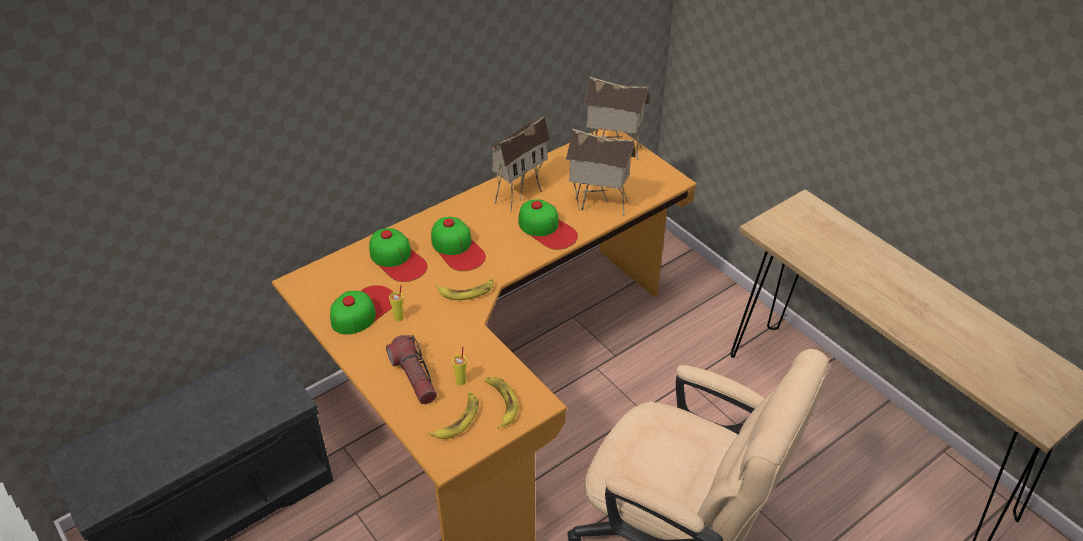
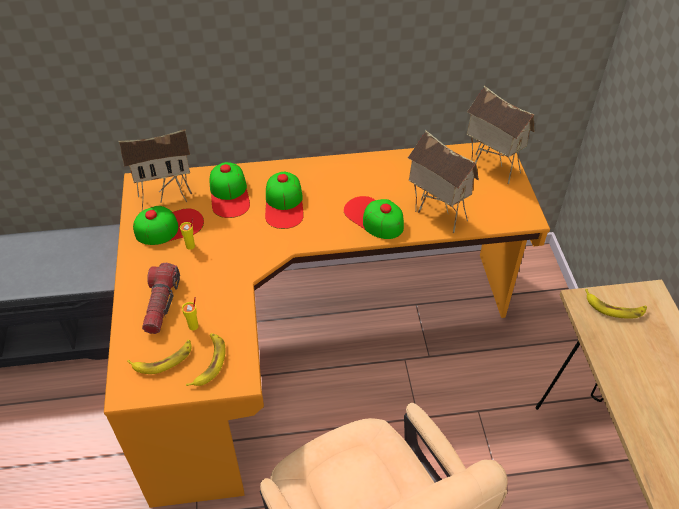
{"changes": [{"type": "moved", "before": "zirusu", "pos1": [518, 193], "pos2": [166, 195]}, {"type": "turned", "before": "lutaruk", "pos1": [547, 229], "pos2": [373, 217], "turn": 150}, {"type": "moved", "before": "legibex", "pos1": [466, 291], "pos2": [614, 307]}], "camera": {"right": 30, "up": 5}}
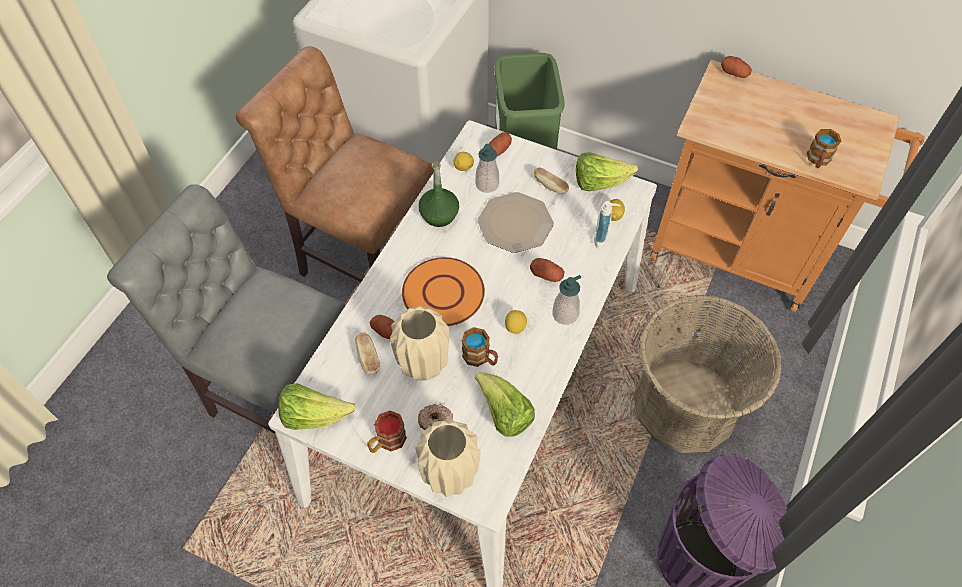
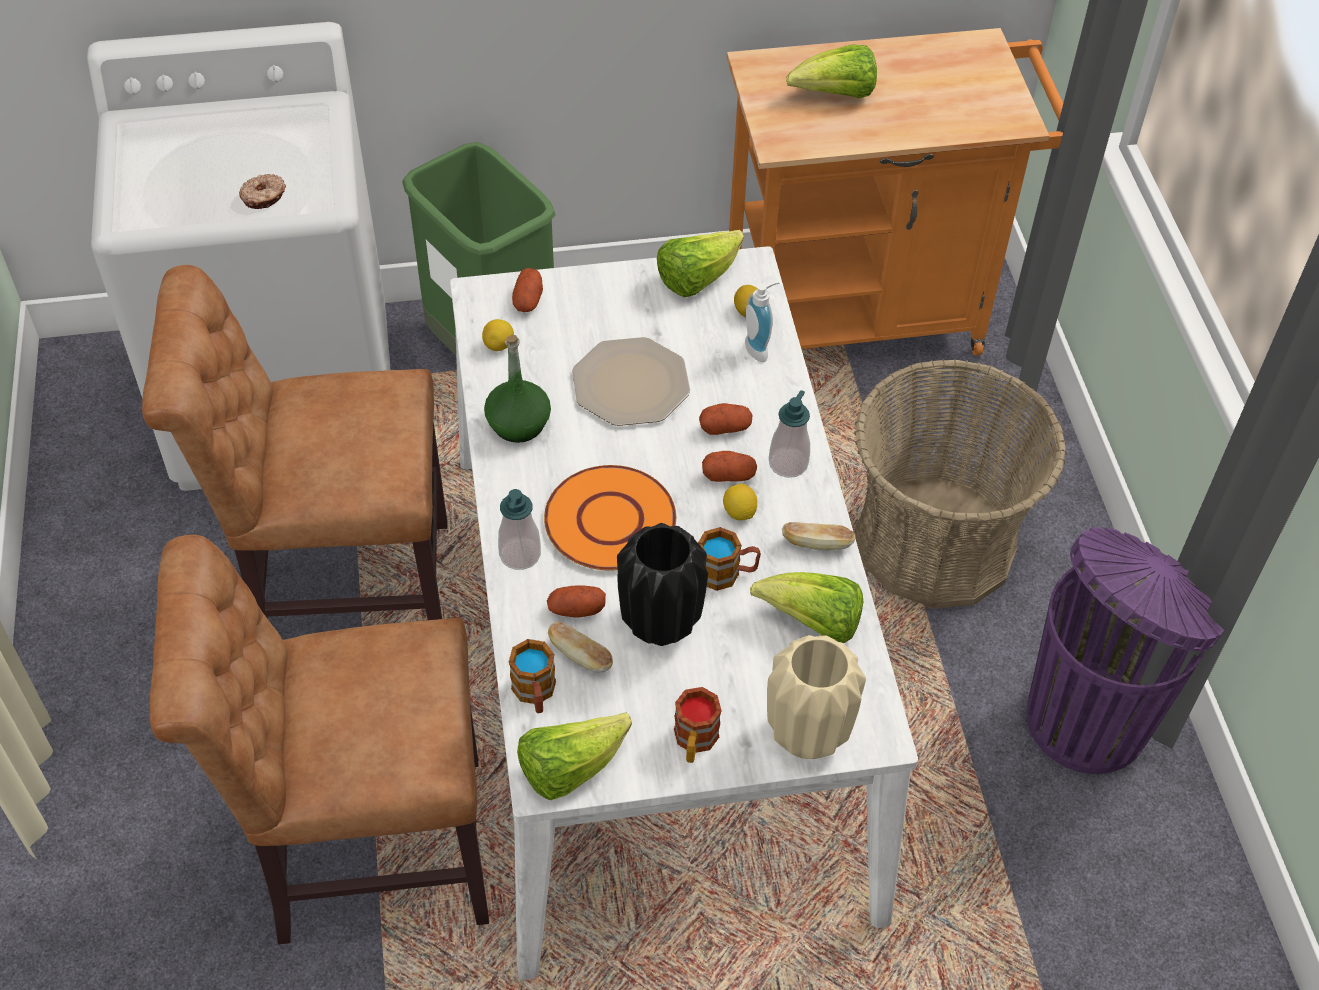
{"changes": [{"type": "moved", "before": "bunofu", "pos1": [734, 73], "pos2": [728, 475]}, {"type": "moved", "before": "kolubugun", "pos1": [817, 160], "pos2": [535, 693]}, {"type": "moved", "before": "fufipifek", "pos1": [487, 184], "pos2": [520, 554]}, {"type": "moved", "before": "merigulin", "pos1": [550, 186], "pos2": [816, 544]}, {"type": "recoloured", "before": "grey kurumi", "after": "brown kurumi", "pos1": [279, 394], "pos2": [366, 850]}, {"type": "recoloured", "before": "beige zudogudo", "after": "black zudogudo", "pos1": [424, 364], "pos2": [661, 622]}, {"type": "moved", "before": "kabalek", "pos1": [435, 421], "pos2": [264, 197]}, {"type": "added", "after": "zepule", "pos2": [835, 95]}], "camera": {"right": -35, "up": -5}}
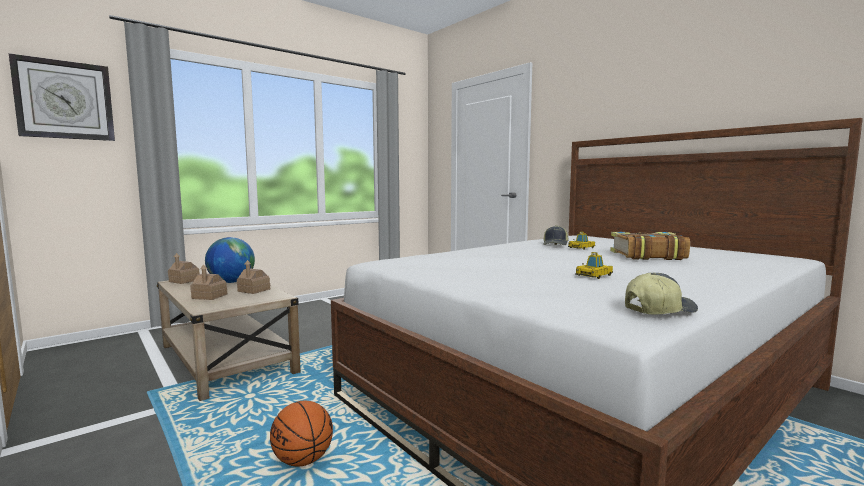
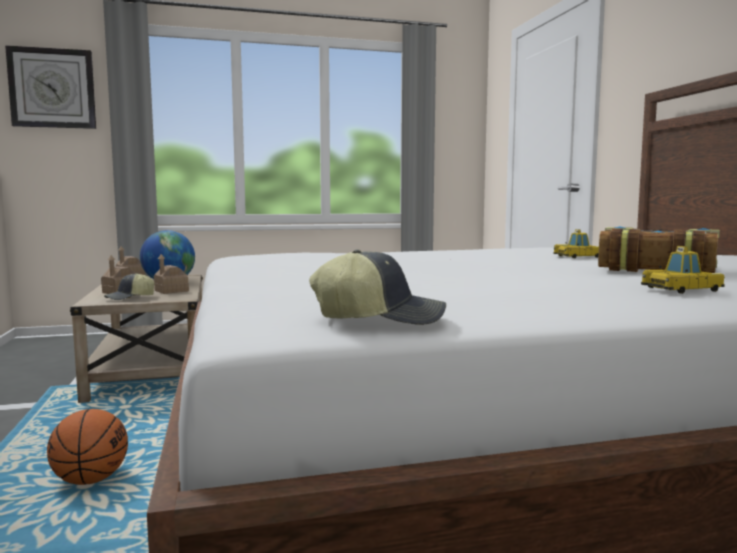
{"changes": [{"type": "moved", "before": "lutaruk", "pos1": [556, 244], "pos2": [130, 298]}, {"type": "moved", "before": "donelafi", "pos1": [594, 275], "pos2": [682, 289]}], "camera": {"right": 25, "up": 0}}
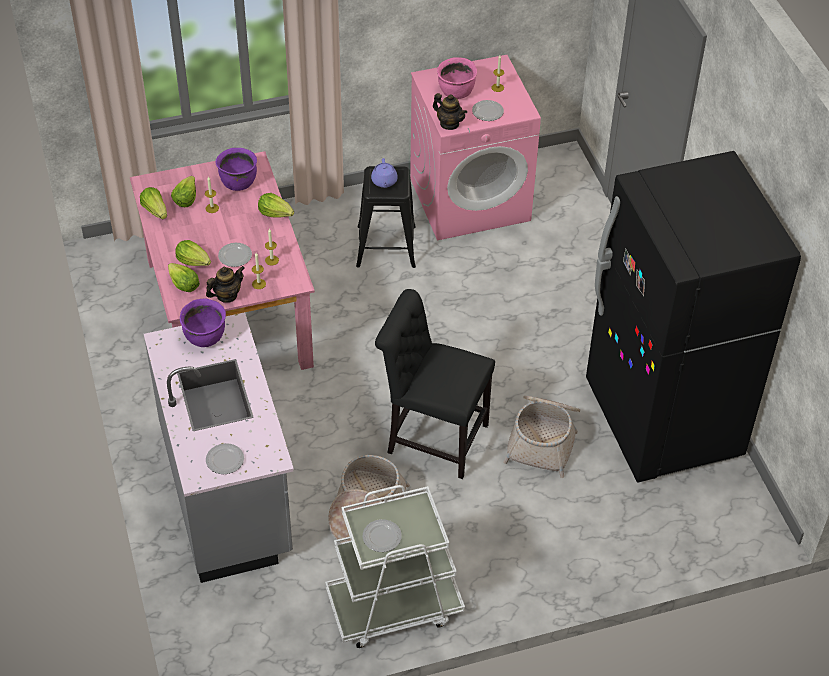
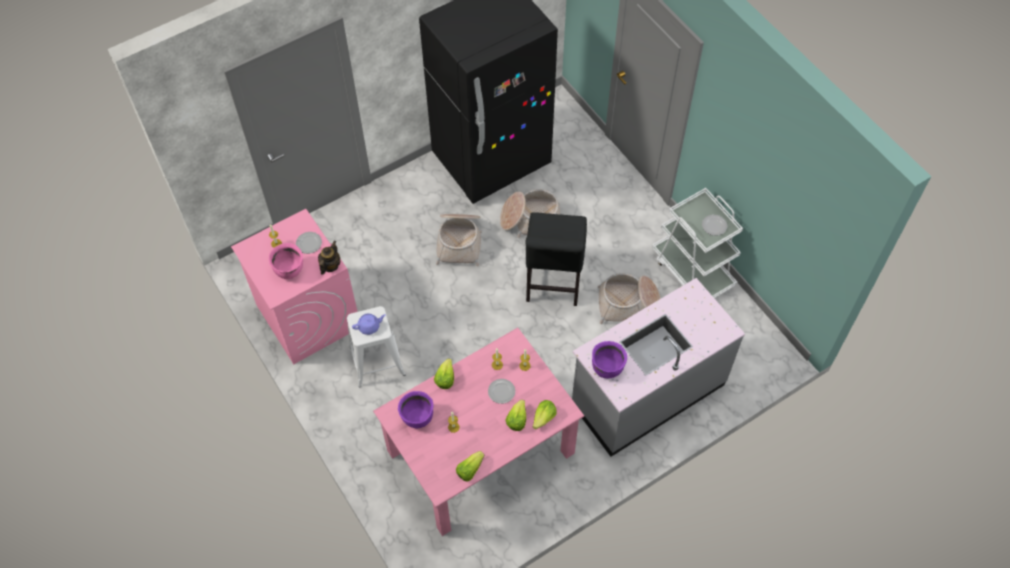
{"changes": [{"type": "recoloured", "before": "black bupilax", "after": "white bupilax", "pos1": [386, 246], "pos2": [376, 360]}, {"type": "removed", "before": "zepule", "pos1": [185, 198]}, {"type": "removed", "before": "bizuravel", "pos1": [227, 295]}, {"type": "removed", "before": "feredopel", "pos1": [224, 460]}, {"type": "added", "after": "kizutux", "pos2": [459, 241]}], "camera": {"right": -105, "up": 10}}
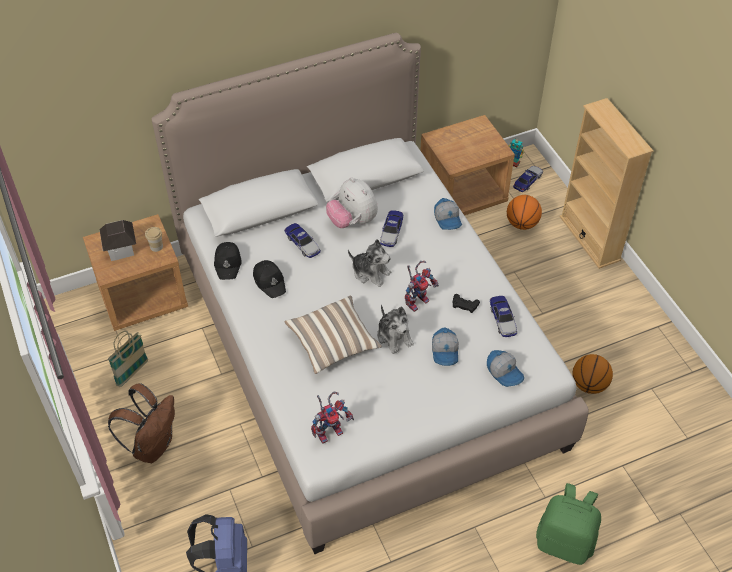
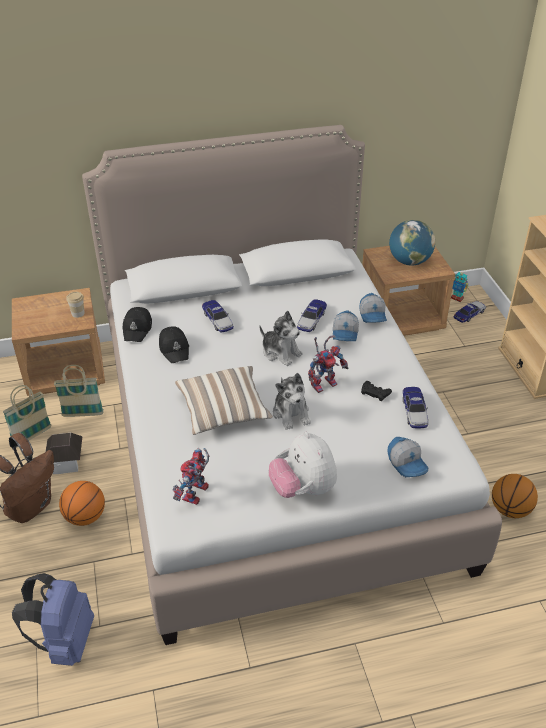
{"changes": [{"type": "moved", "before": "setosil", "pos1": [352, 221], "pos2": [303, 489]}, {"type": "moved", "before": "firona", "pos1": [522, 224], "pos2": [85, 517]}, {"type": "moved", "before": "zirusu", "pos1": [121, 249], "pos2": [66, 462]}, {"type": "moved", "before": "lutaruk", "pos1": [445, 351], "pos2": [345, 333]}, {"type": "turned", "before": "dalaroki", "pos1": [330, 430], "pos2": [196, 496], "turn": 135}, {"type": "removed", "before": "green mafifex", "pos1": [565, 542]}, {"type": "added", "after": "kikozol", "pos2": [409, 261]}, {"type": "added", "after": "kizutux", "pos2": [83, 414]}], "camera": {"right": 10, "up": -10}}
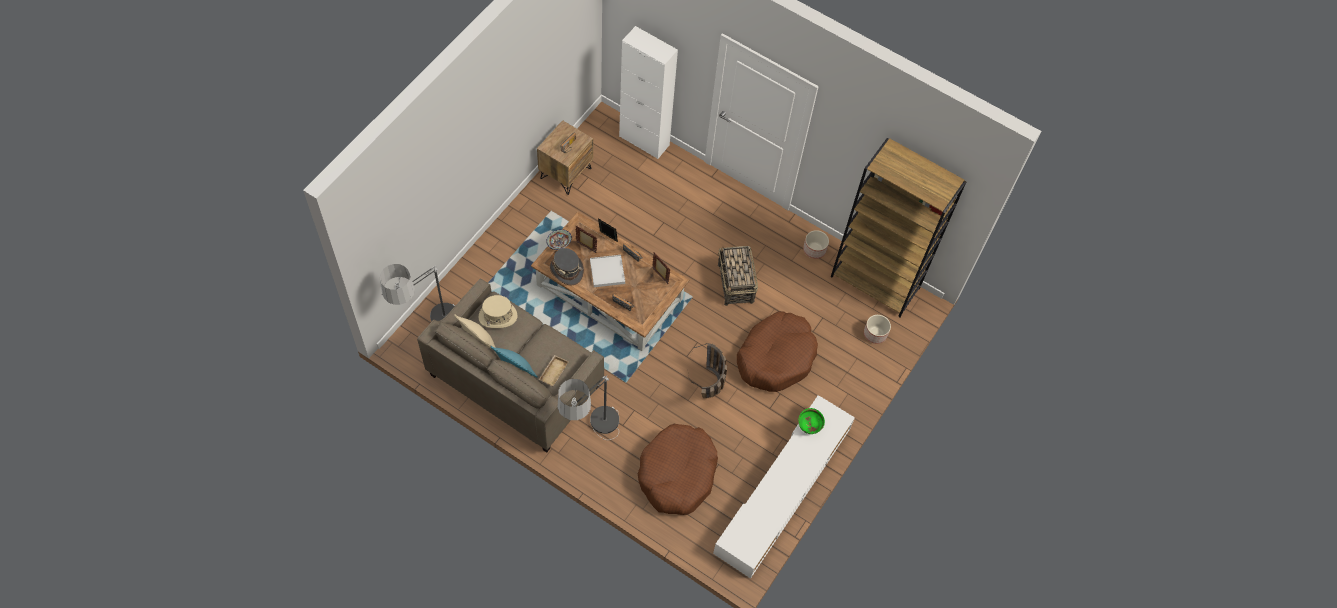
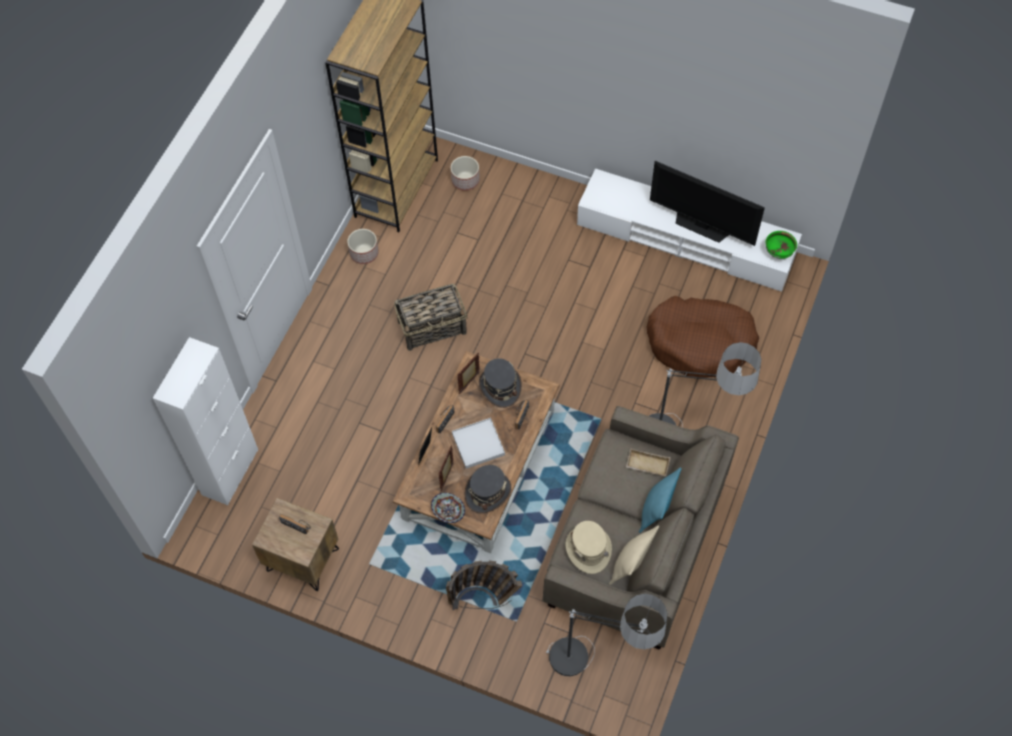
{"changes": [{"type": "removed", "before": "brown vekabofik", "pos1": [775, 357]}, {"type": "moved", "before": "kizutux", "pos1": [709, 389], "pos2": [485, 600]}, {"type": "moved", "before": "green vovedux", "pos1": [809, 426], "pos2": [778, 252]}, {"type": "added", "after": "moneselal", "pos2": [701, 225]}, {"type": "added", "after": "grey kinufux", "pos2": [500, 387]}], "camera": {"right": -95, "up": 0}}
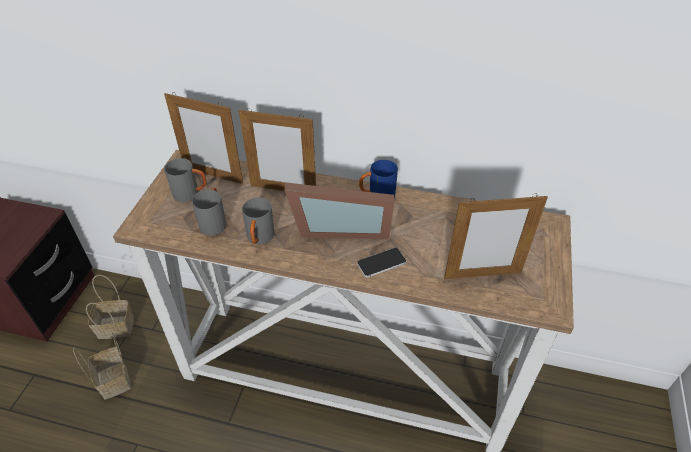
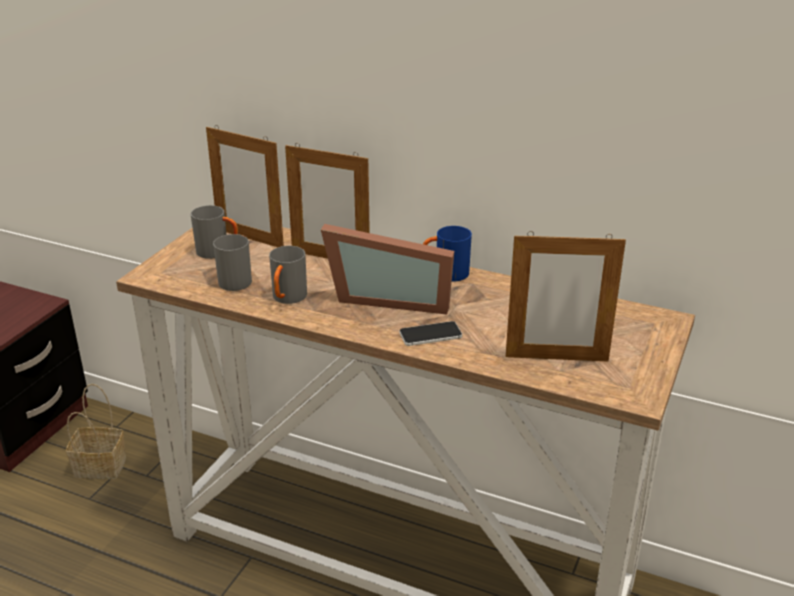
{"changes": [{"type": "removed", "before": "kizutux", "pos1": [115, 381]}], "camera": {"right": 10, "up": -15}}
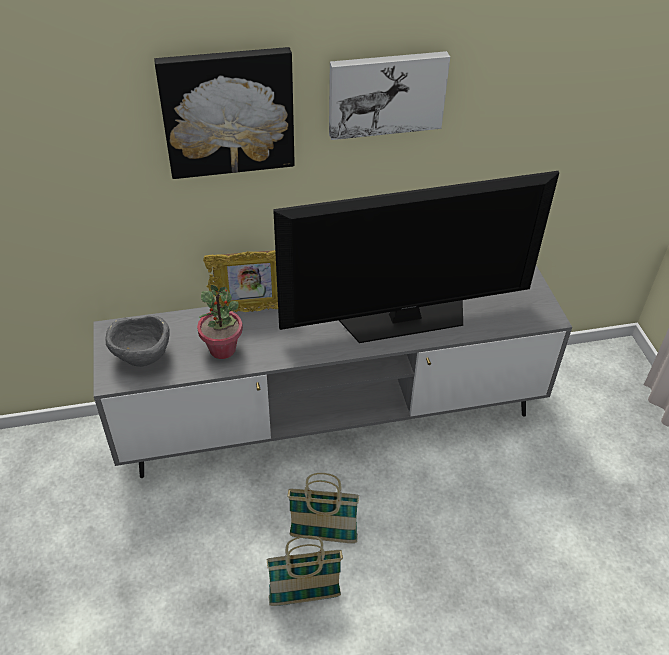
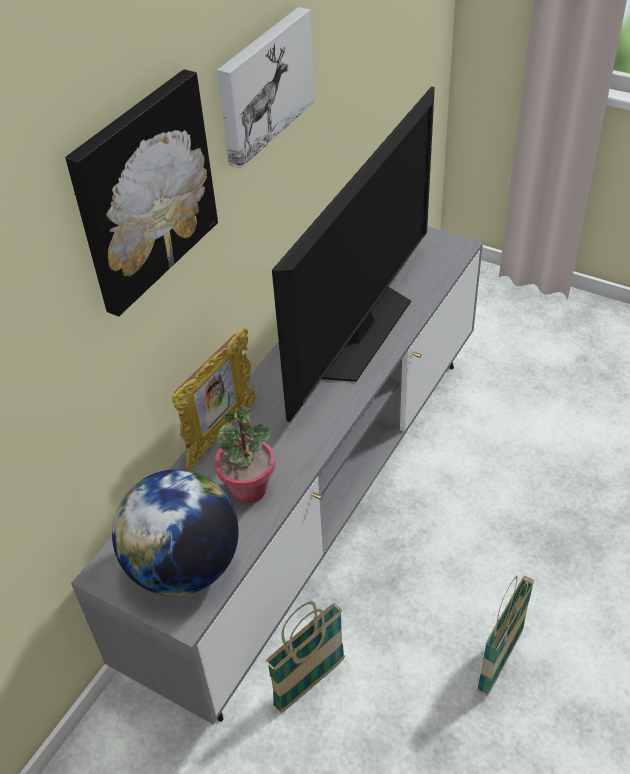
{"changes": [{"type": "replaced", "before": "grey vovedux", "after": "kikozol", "pos1": [143, 358], "pos2": [184, 567]}, {"type": "moved", "before": "kizutux", "pos1": [323, 536], "pos2": [309, 683]}], "camera": {"right": -45, "up": 0}}
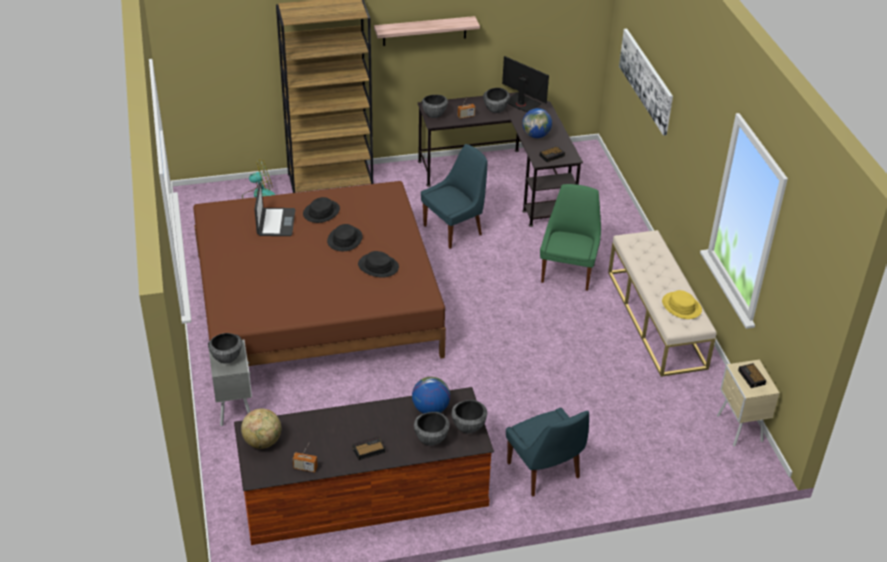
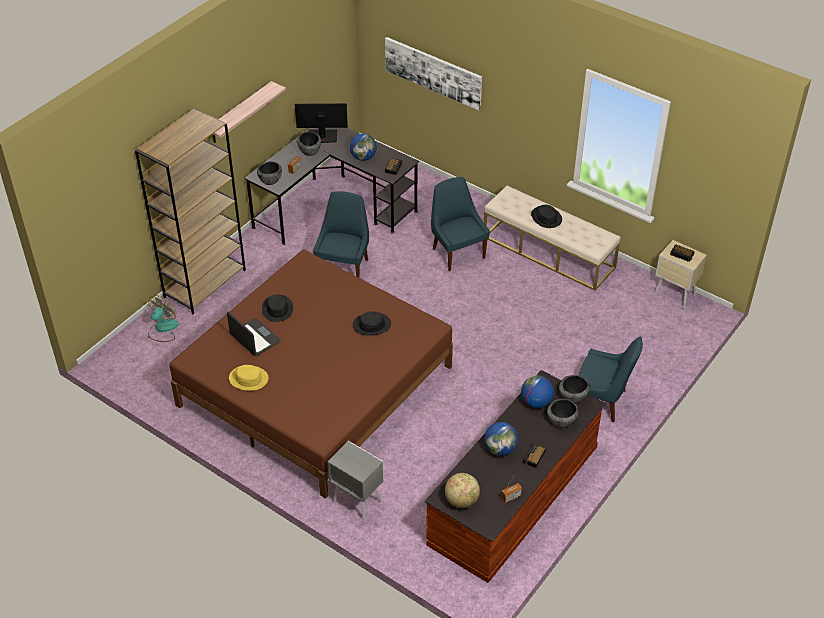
{"changes": [{"type": "recoloured", "before": "green kurumi", "after": "blue kurumi", "pos1": [568, 272], "pos2": [457, 252]}, {"type": "moved", "before": "black kinufux", "pos1": [344, 239], "pos2": [546, 217]}, {"type": "moved", "before": "yellow kinufux", "pos1": [681, 306], "pos2": [248, 379]}, {"type": "removed", "before": "vovedux", "pos1": [226, 358]}, {"type": "added", "after": "kikozol", "pos2": [500, 449]}], "camera": {"right": -40, "up": 5}}
